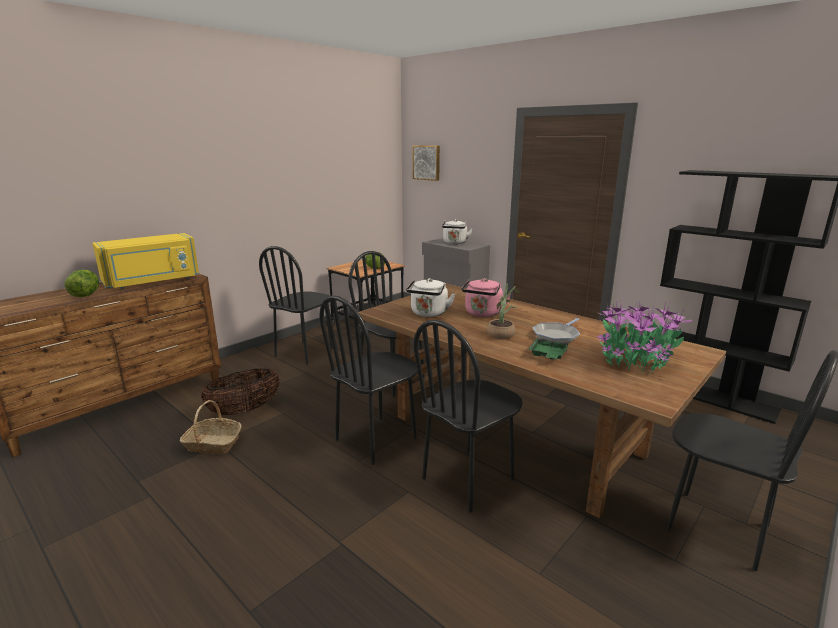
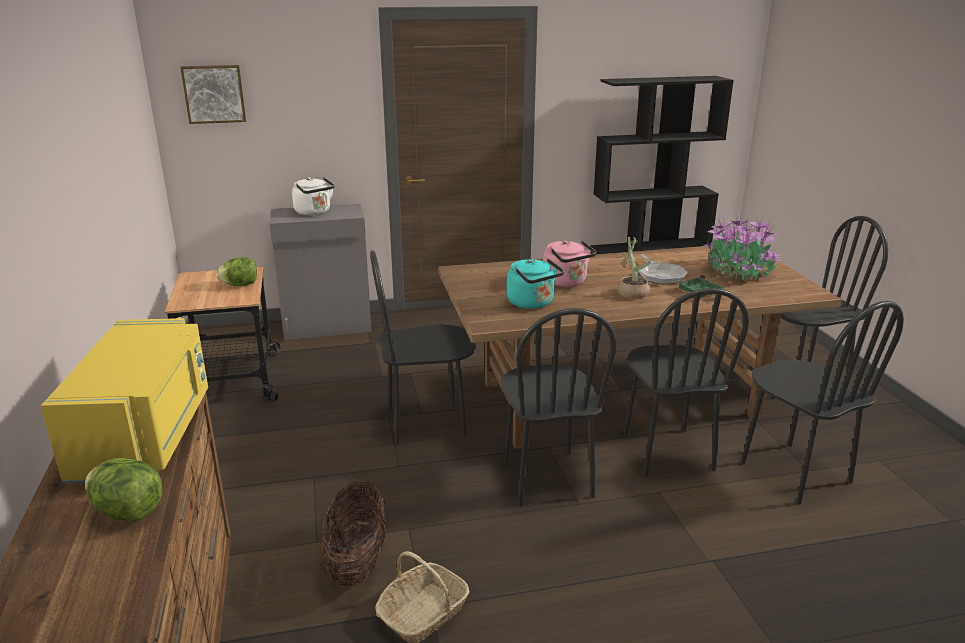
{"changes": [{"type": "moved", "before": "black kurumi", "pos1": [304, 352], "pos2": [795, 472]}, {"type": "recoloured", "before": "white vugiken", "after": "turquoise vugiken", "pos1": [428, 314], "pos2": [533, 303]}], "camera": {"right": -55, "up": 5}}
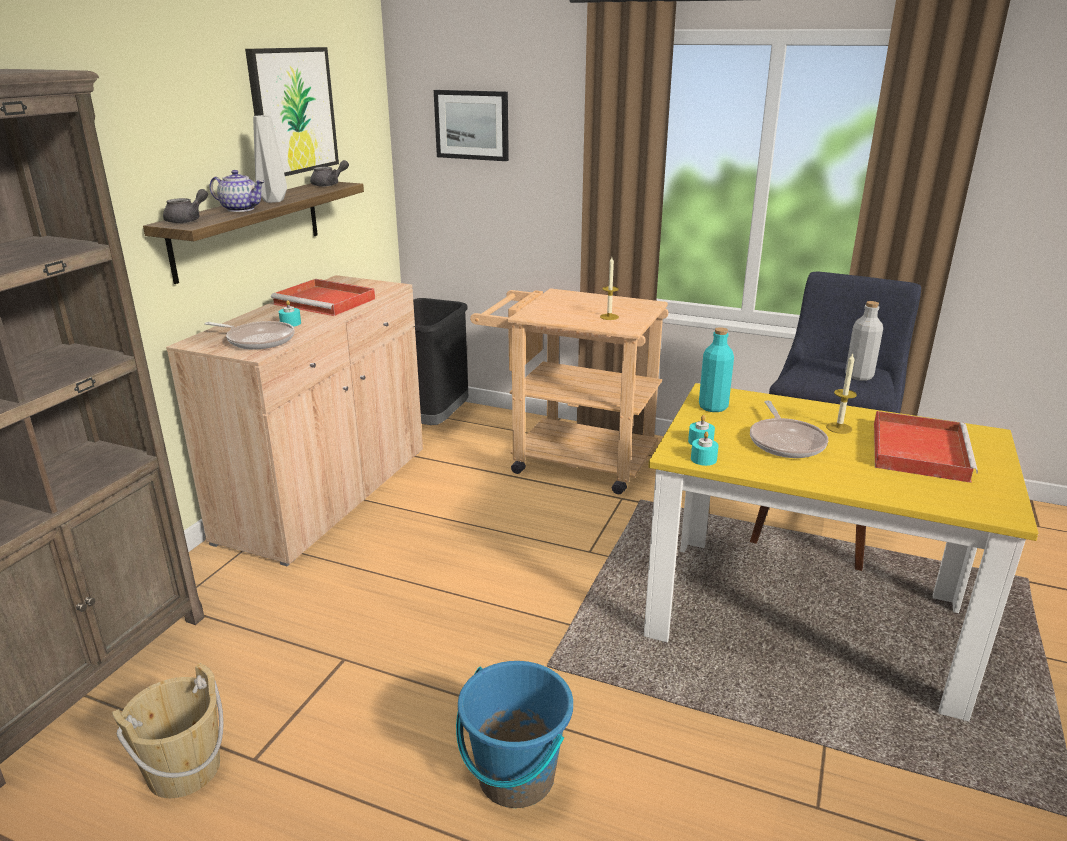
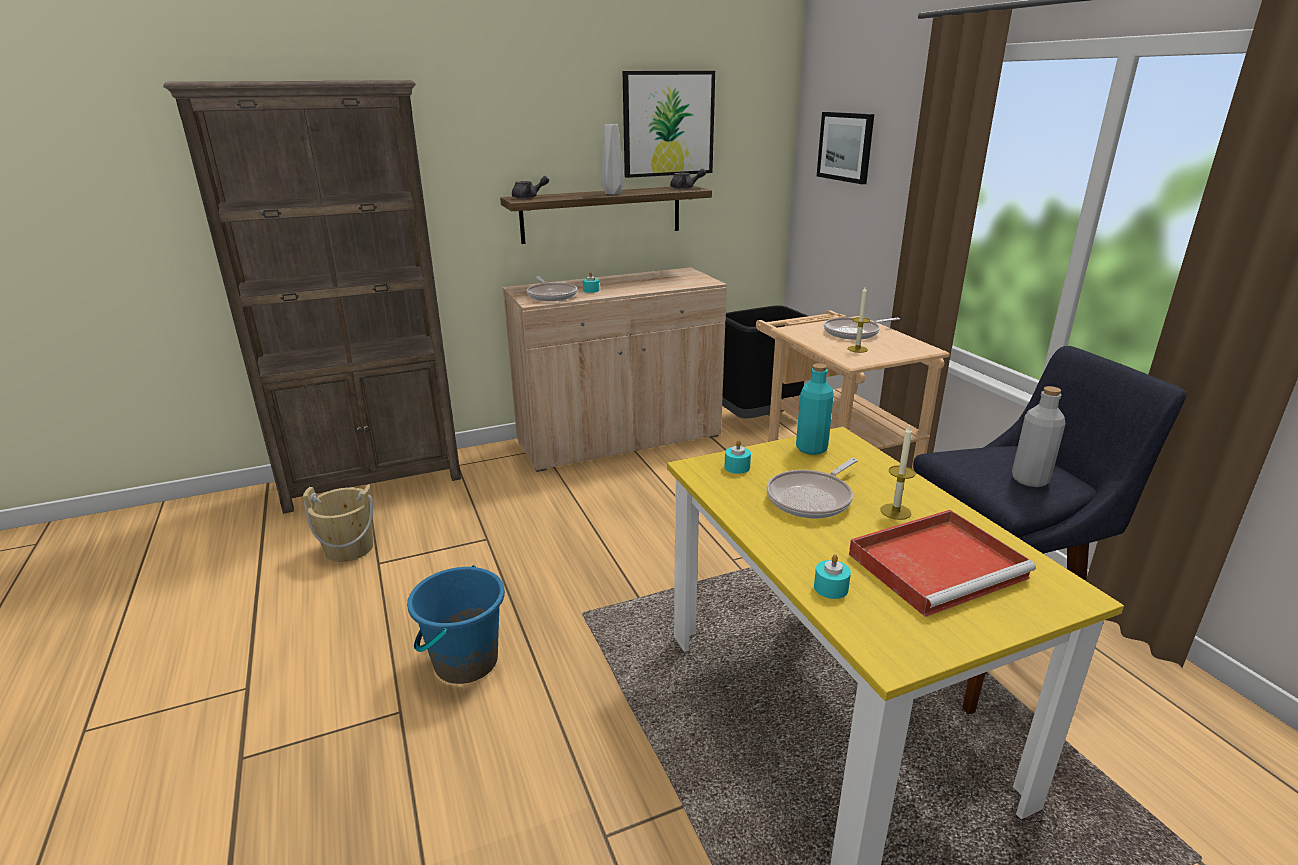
{"changes": [{"type": "removed", "before": "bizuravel", "pos1": [240, 209]}, {"type": "removed", "before": "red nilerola", "pos1": [326, 301]}, {"type": "moved", "before": "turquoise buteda", "pos1": [703, 459], "pos2": [831, 588]}, {"type": "added", "after": "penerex", "pos2": [854, 333]}], "camera": {"right": 45, "up": 0}}
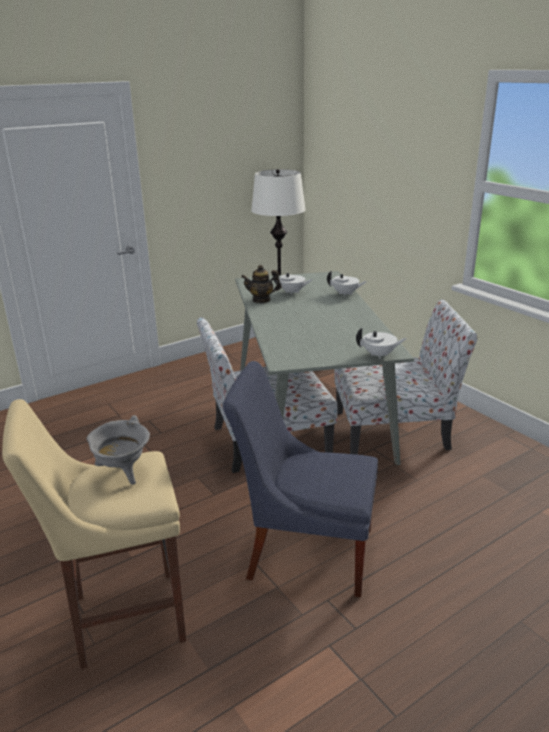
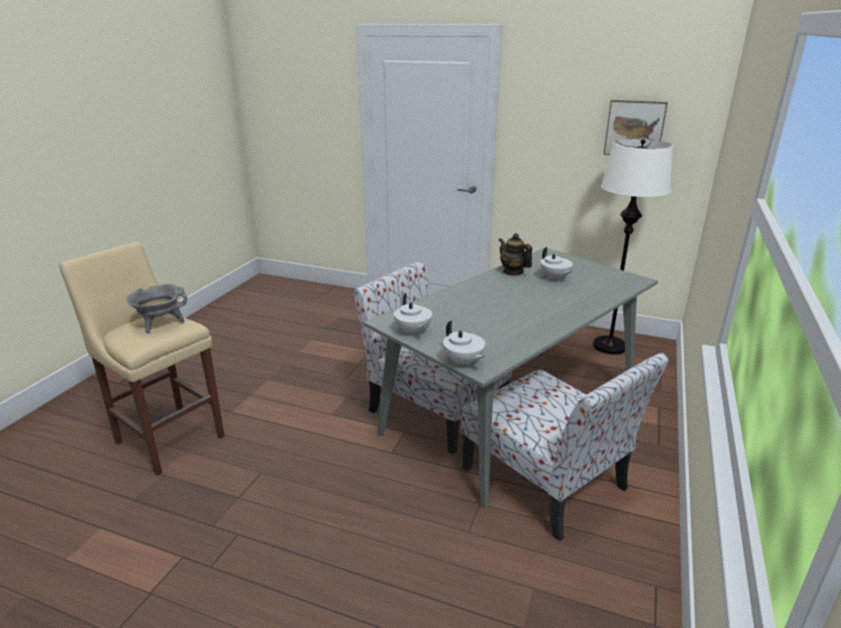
{"changes": [{"type": "moved", "before": "white bizuravel", "pos1": [345, 294], "pos2": [413, 331]}, {"type": "removed", "before": "blue kurumi", "pos1": [304, 550]}, {"type": "added", "after": "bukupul", "pos2": [634, 128]}], "camera": {"right": 55, "up": 0}}
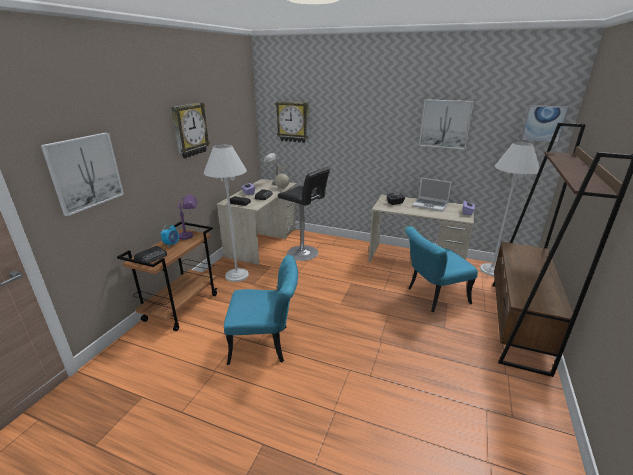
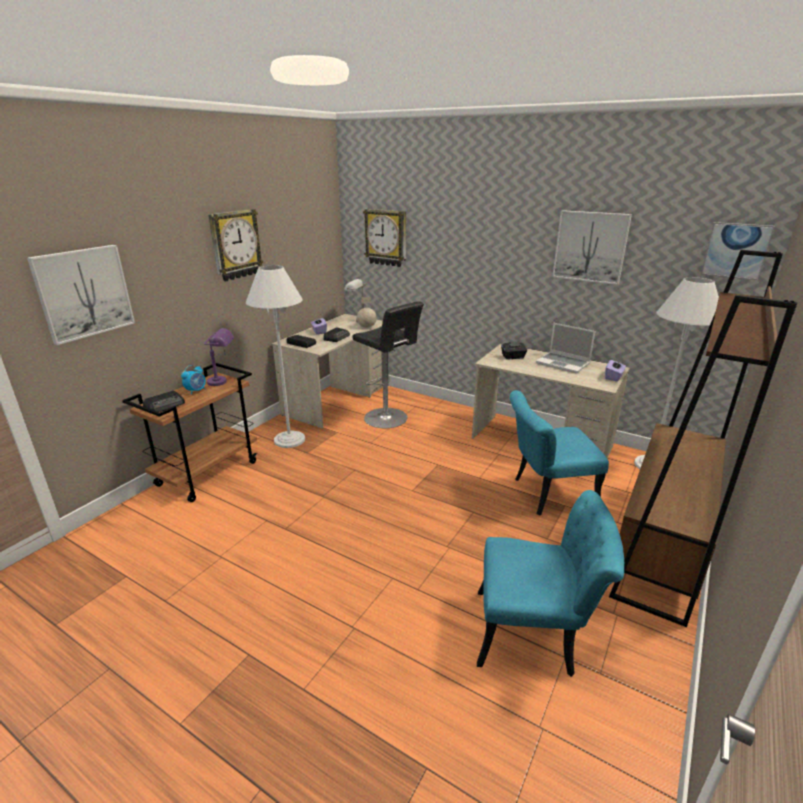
{"changes": [{"type": "moved", "before": "turquoise kurumi", "pos1": [266, 343], "pos2": [536, 633]}], "camera": {"right": 10, "up": 0}}
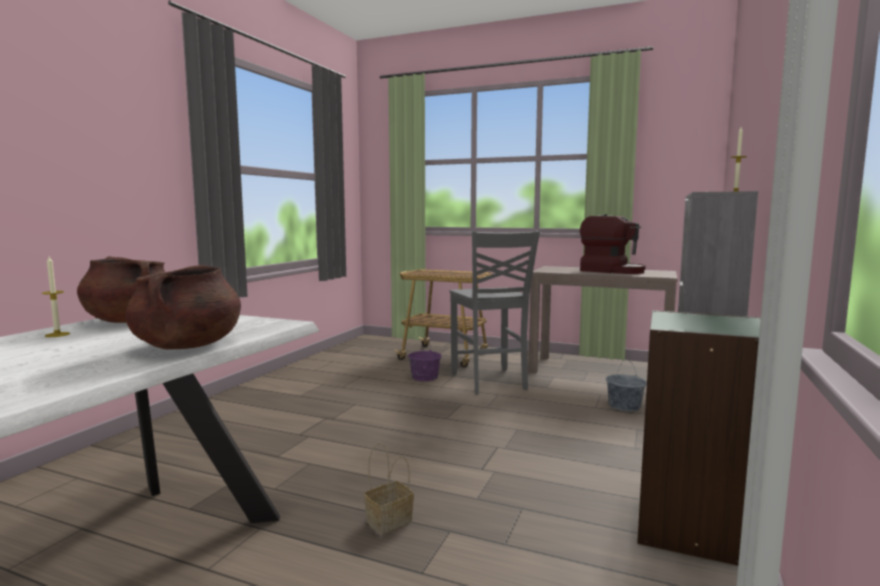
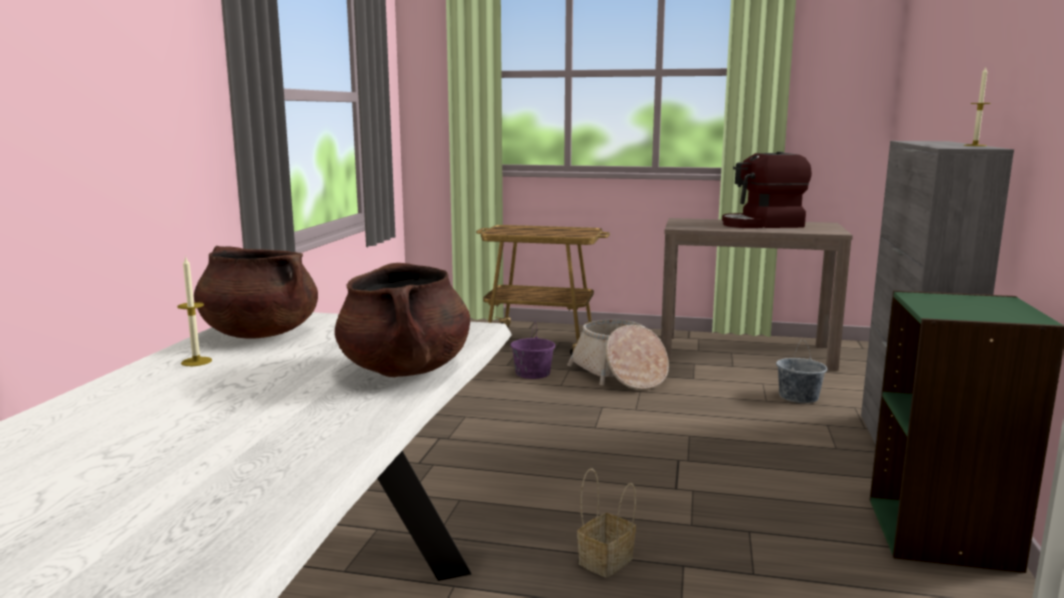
{"changes": [{"type": "turned", "before": "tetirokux", "pos1": [611, 271], "pos2": [763, 225], "turn": 150}, {"type": "replaced", "before": "grey kurumi", "after": "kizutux", "pos1": [489, 382], "pos2": [619, 375]}], "camera": {"right": -10, "up": 5}}
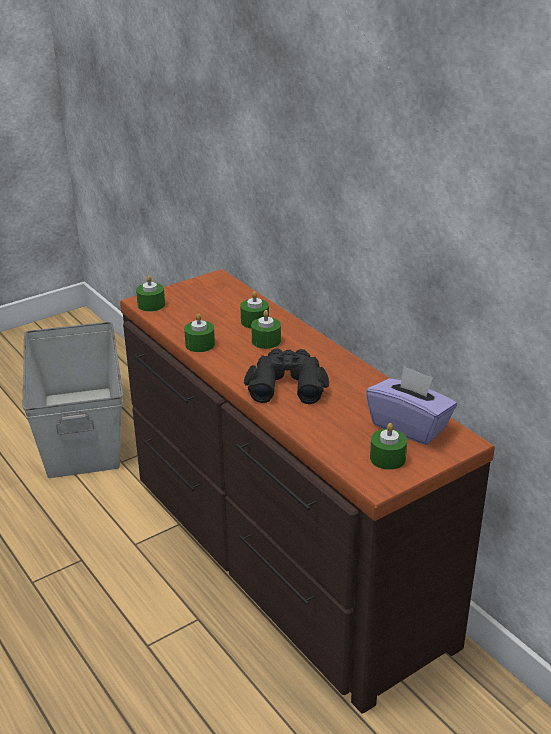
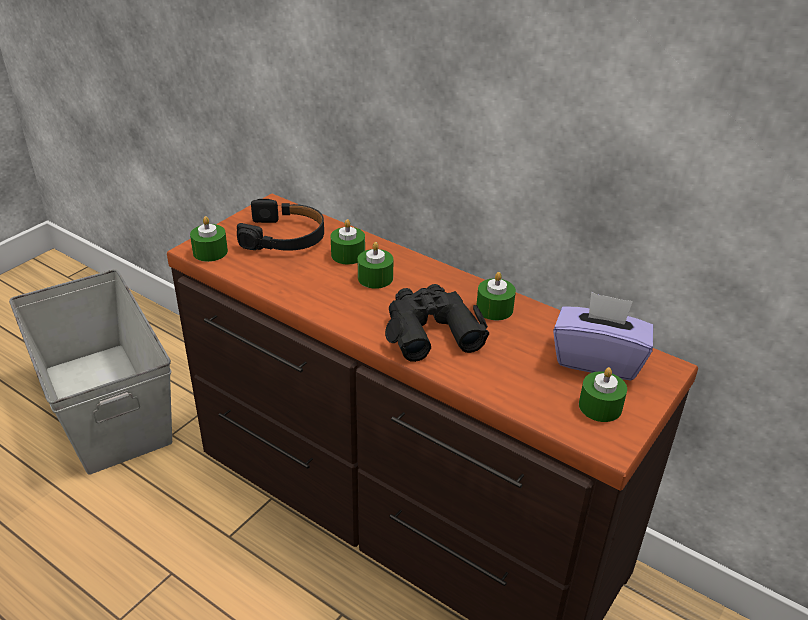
{"changes": [{"type": "moved", "before": "green buteda", "pos1": [200, 344], "pos2": [494, 309]}, {"type": "added", "after": "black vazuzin", "pos2": [284, 237]}], "camera": {"right": -20, "up": 5}}
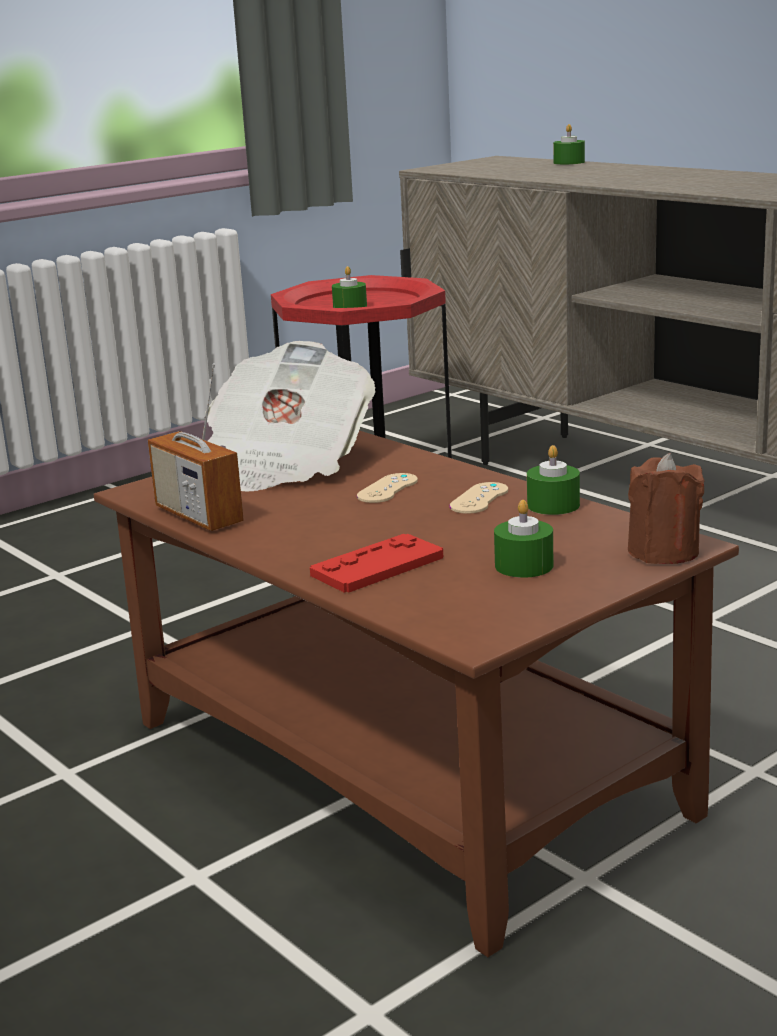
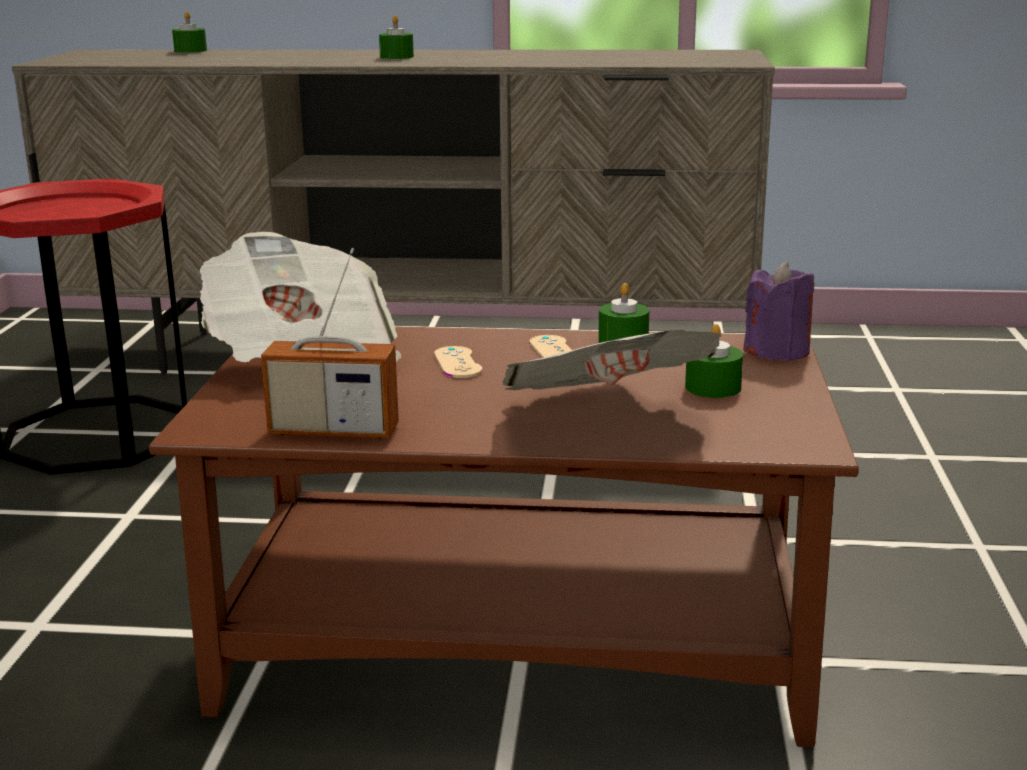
{"changes": [{"type": "moved", "before": "green buteda", "pos1": [350, 307], "pos2": [396, 57]}, {"type": "recoloured", "before": "brown buteda", "after": "purple buteda", "pos1": [663, 552], "pos2": [777, 351]}, {"type": "replaced", "before": "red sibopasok", "after": "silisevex", "pos1": [377, 566], "pos2": [606, 421]}], "camera": {"right": -45, "up": 0}}
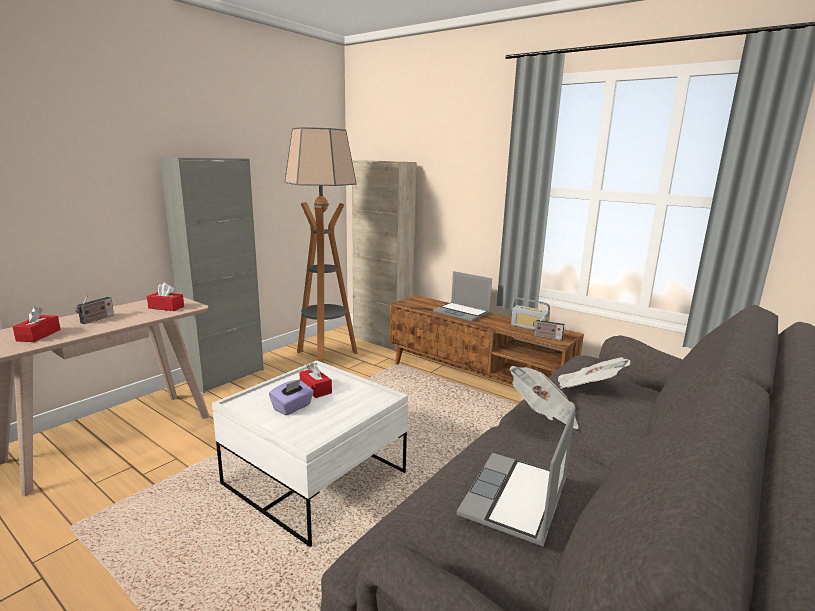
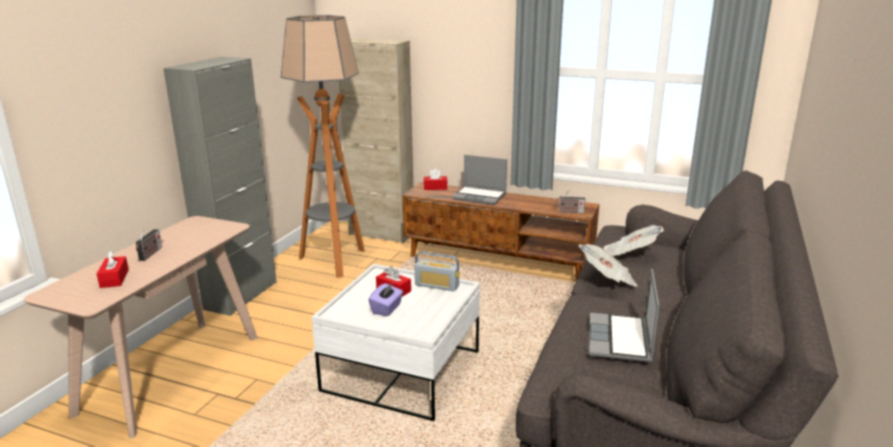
{"changes": [{"type": "moved", "before": "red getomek", "pos1": [166, 307], "pos2": [435, 187]}, {"type": "moved", "before": "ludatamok", "pos1": [529, 327], "pos2": [437, 285]}], "camera": {"right": -15, "up": 5}}
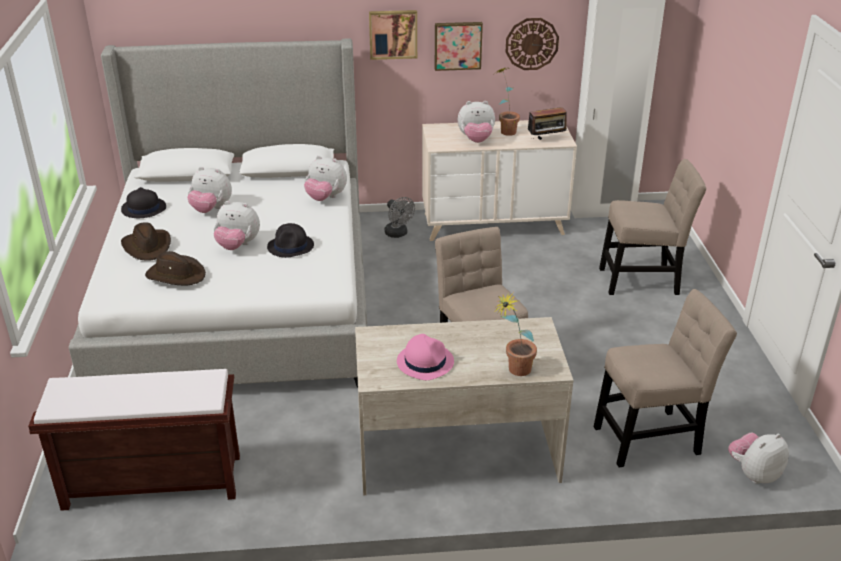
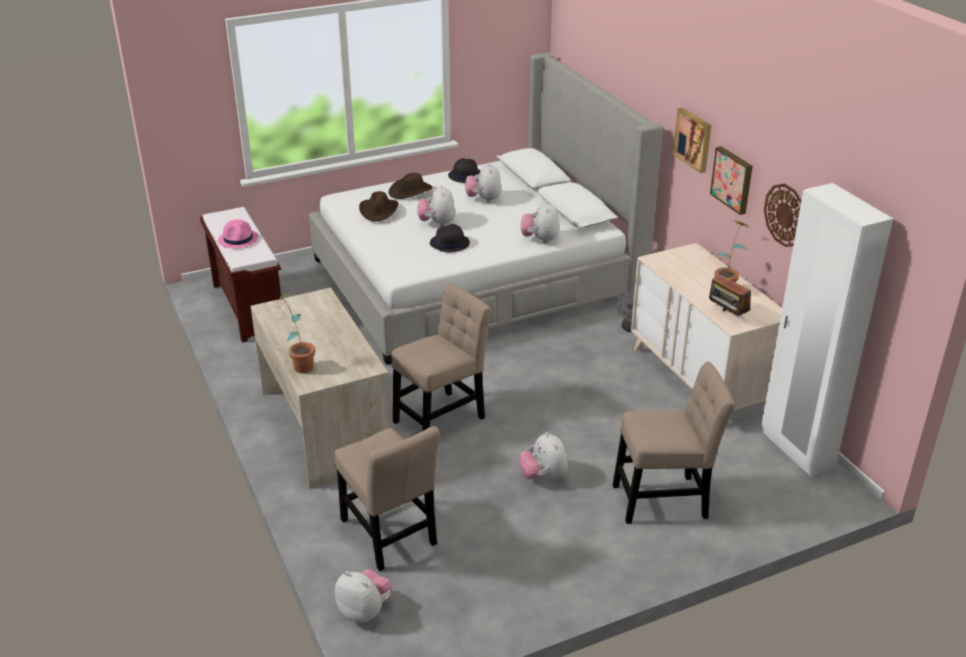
{"changes": [{"type": "moved", "before": "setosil", "pos1": [476, 140], "pos2": [543, 476]}, {"type": "turned", "before": "beige kurumi", "pos1": [643, 280], "pos2": [665, 500], "turn": -75}, {"type": "moved", "before": "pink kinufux", "pos1": [425, 361], "pos2": [238, 239]}], "camera": {"right": 70, "up": 0}}
